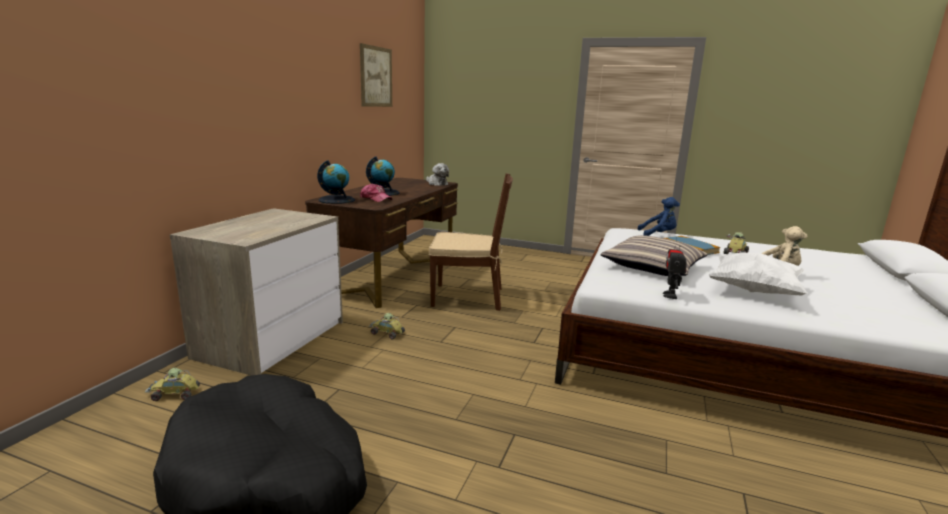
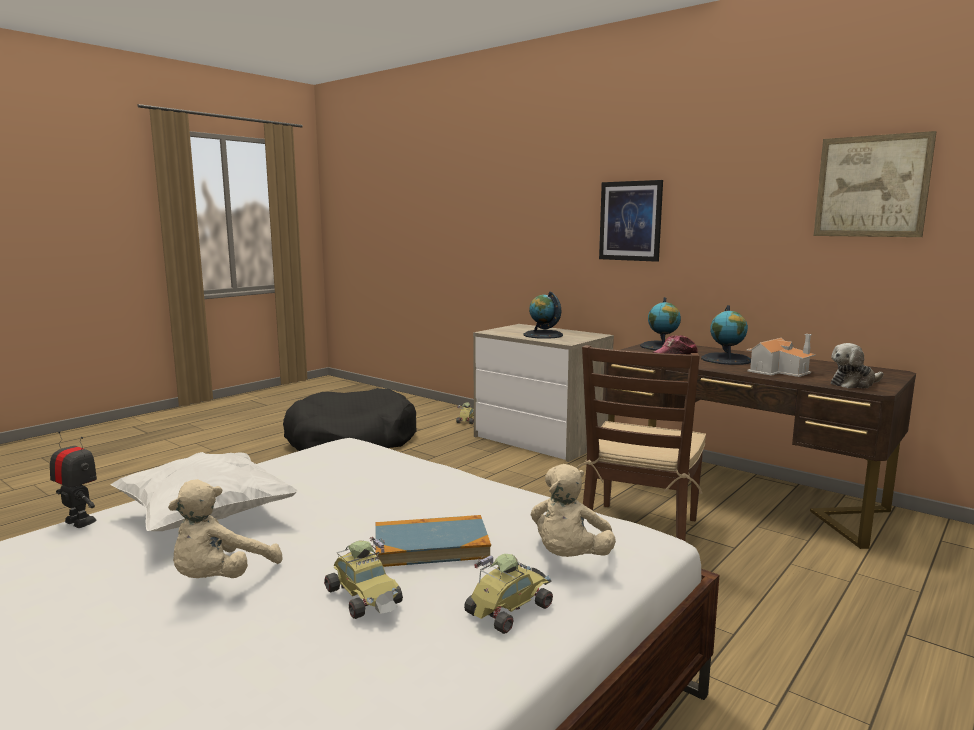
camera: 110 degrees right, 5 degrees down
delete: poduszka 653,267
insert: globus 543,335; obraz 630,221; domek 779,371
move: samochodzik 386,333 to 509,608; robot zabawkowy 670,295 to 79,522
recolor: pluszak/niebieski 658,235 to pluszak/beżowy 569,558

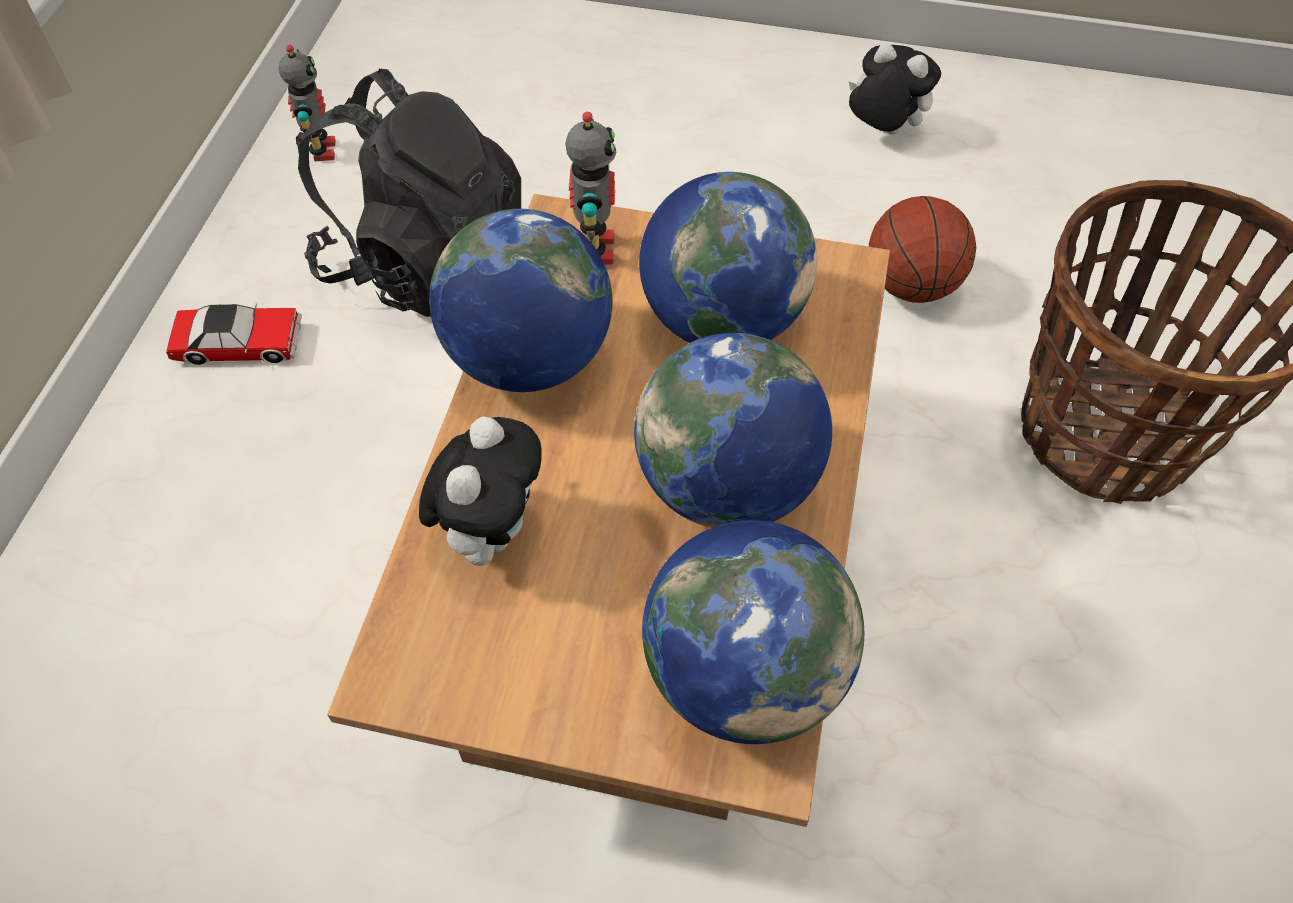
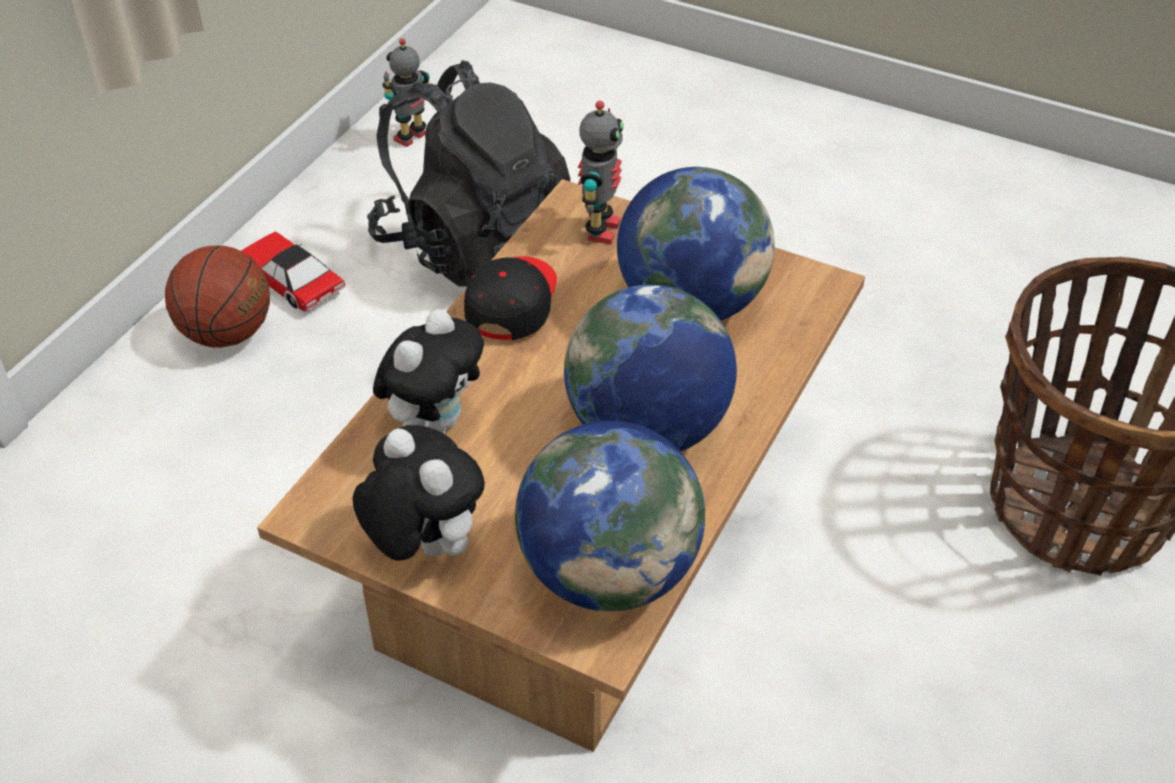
camera: 15 degrees right, 10 degrees down
move: pluszak 882,131 to 423,546; piłka do koszykówki 911,286 to 227,334
replace: globus 528,358 to czapka z daszkiem/czarny 512,303
rotate: samochodzik 240,343 = 292,280 150 degrees counterclockwise; robot zabawkowy 321,150 = 412,138 150 degrees counterclockwise

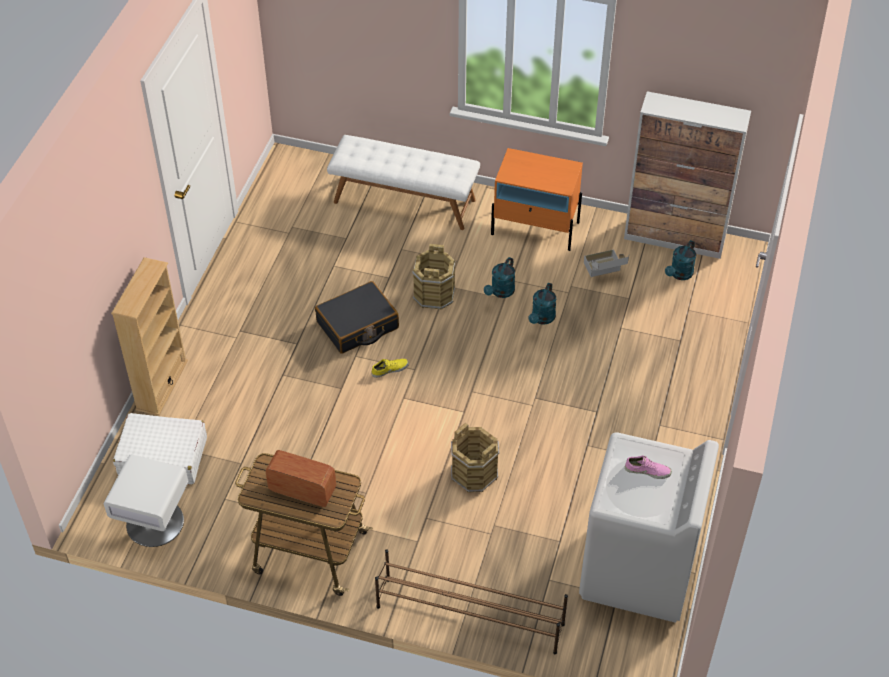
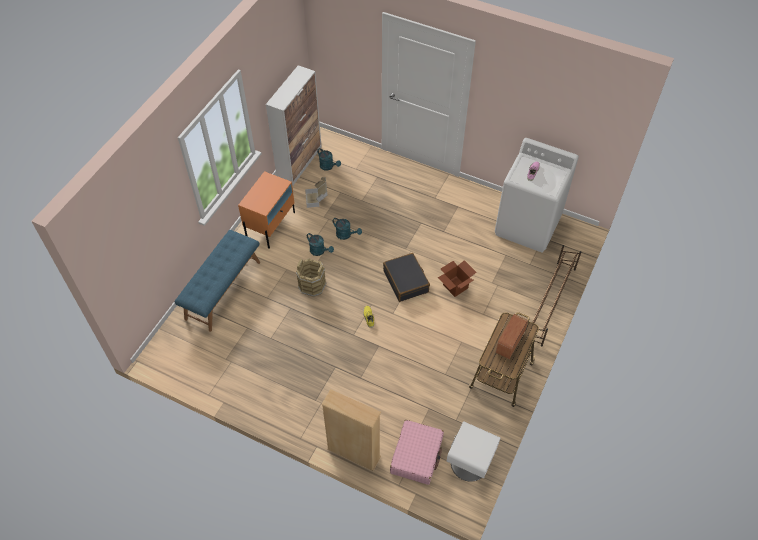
camera: 80 degrees left, 5 degrees up
move: walizka/czarny 357,325 to 406,281
replace: wiadro/brązowy 474,474 to karton 455,286
recolor: walizka/biały 163,457 to walizka/różowy 417,455; ławka/biały 405,200 to ławka/niebieski 222,290

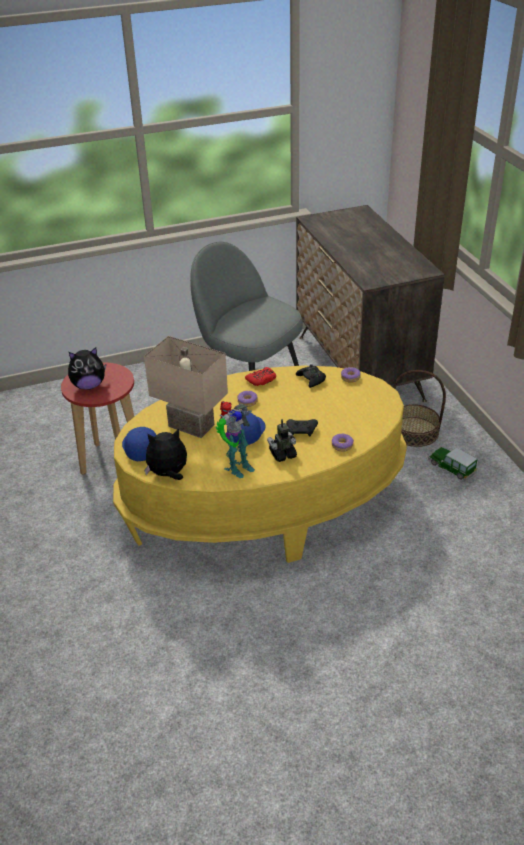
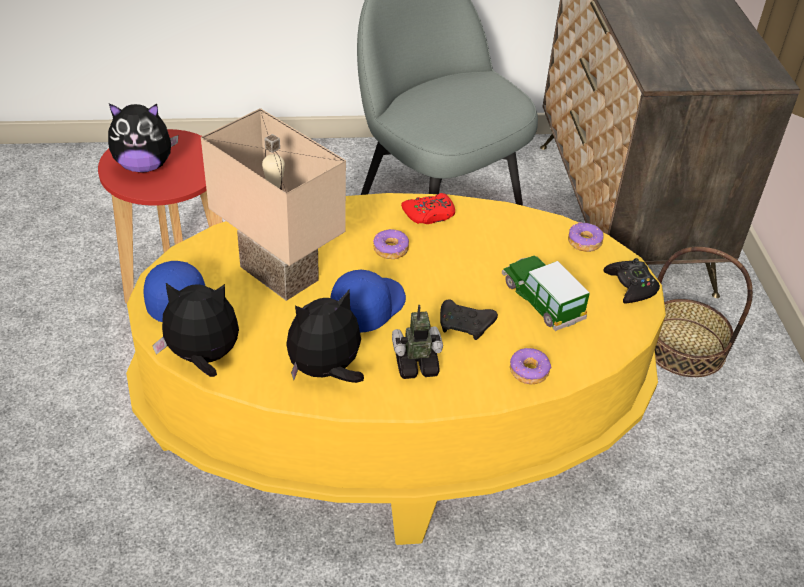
camera: 10 degrees right, 5 degrees up
move: pad do gier/czarny 311,379 to 631,286; samochodzik 451,467 to 541,300
replace: robot zabawkowy 236,467 to pluszak 326,371

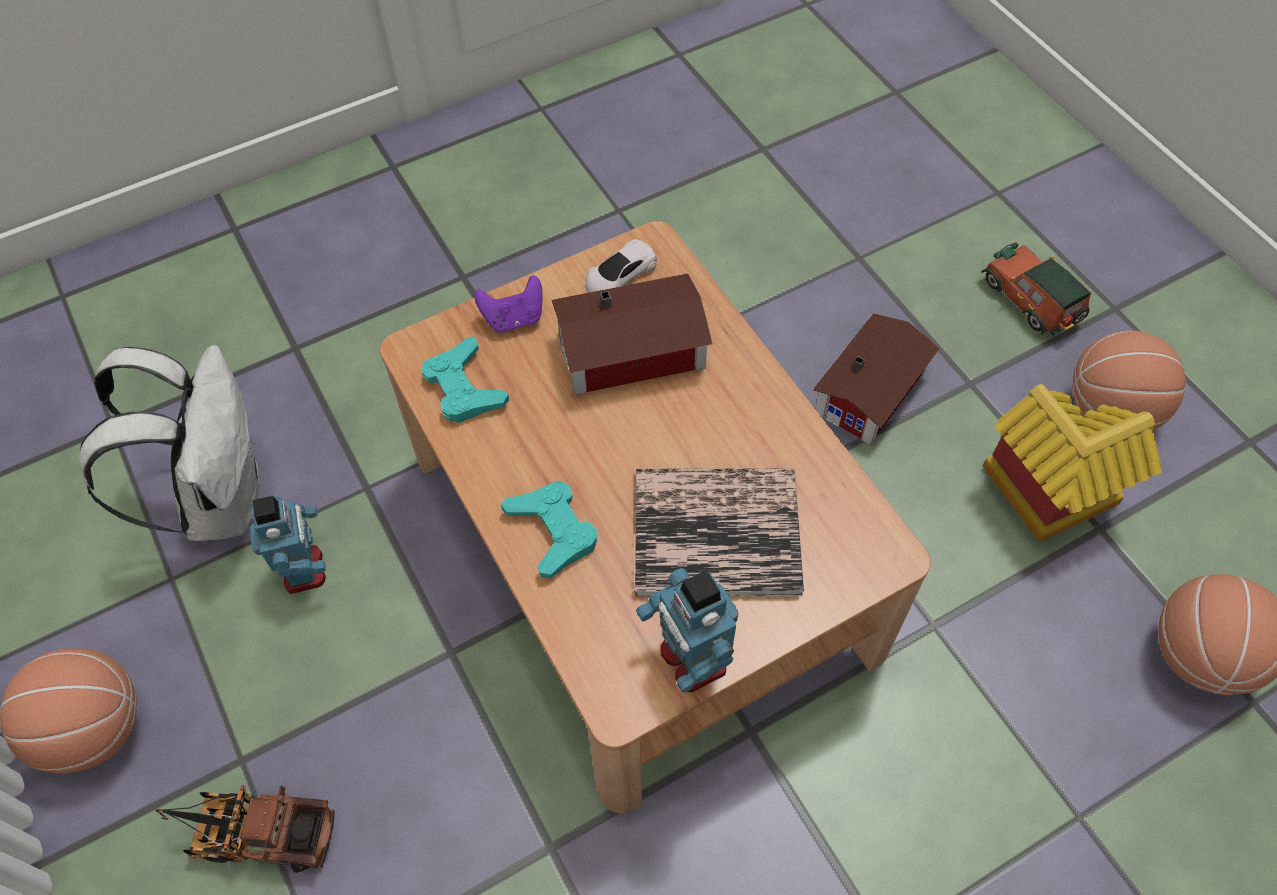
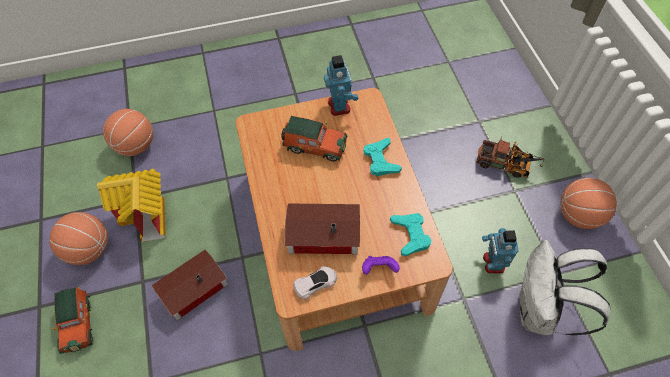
camera: 165 degrees left, 0 degrees up
replace: książka 716,532 to samochodzik 314,145

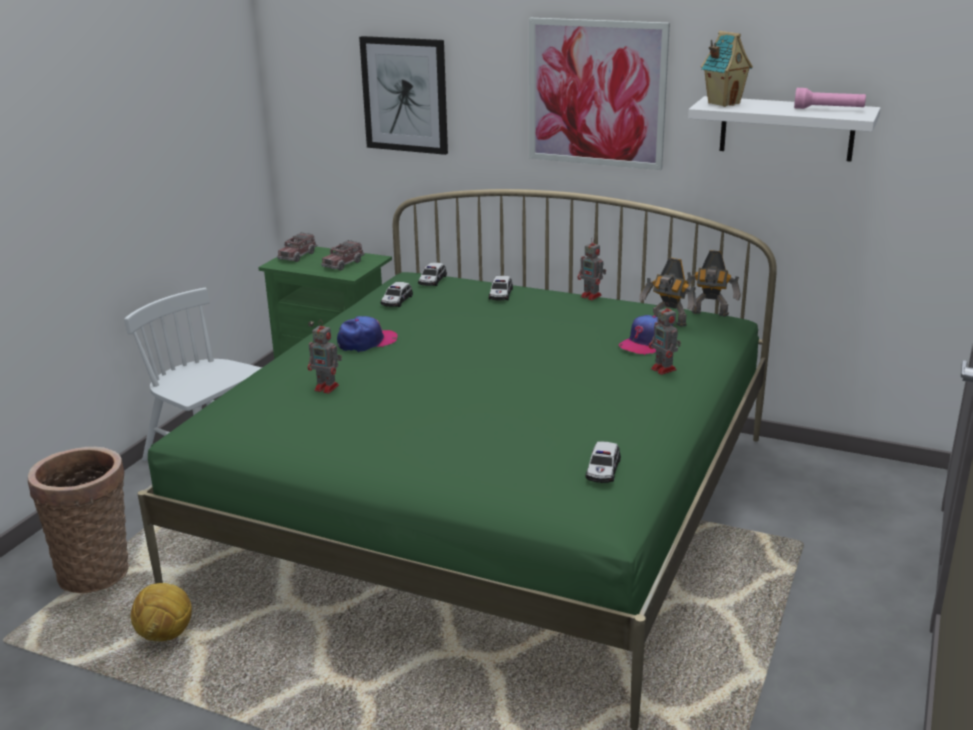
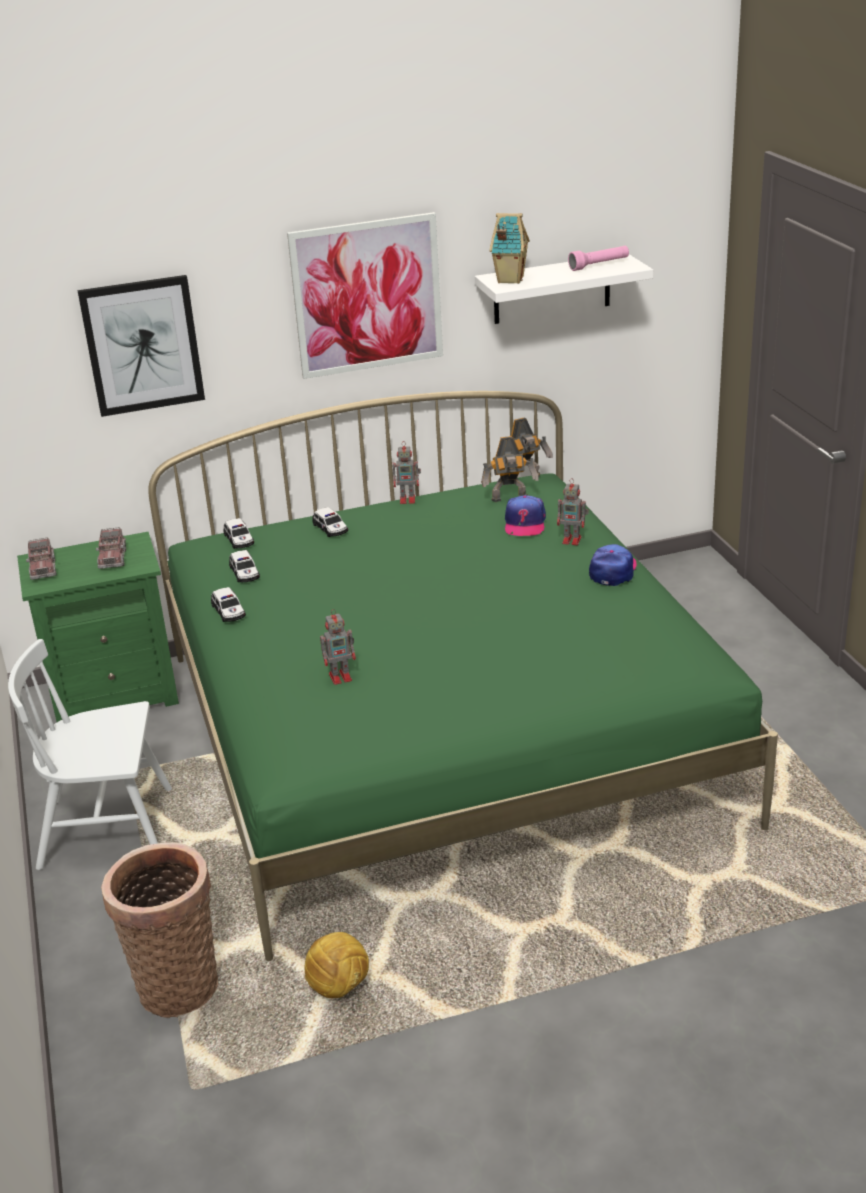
camera: 40 degrees left, 5 degrees up
move: czapka z daszkiem 366,342 to 613,571; samochodzik 603,470 to 229,611

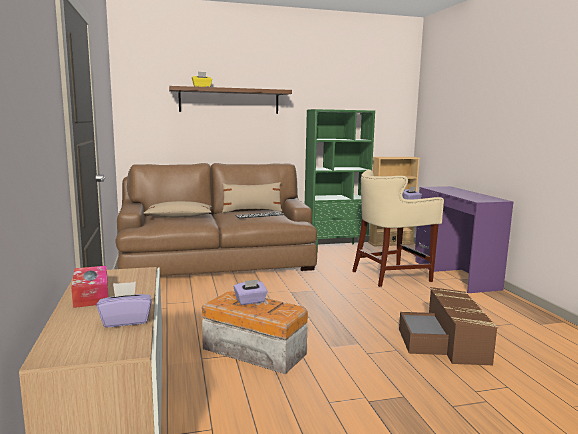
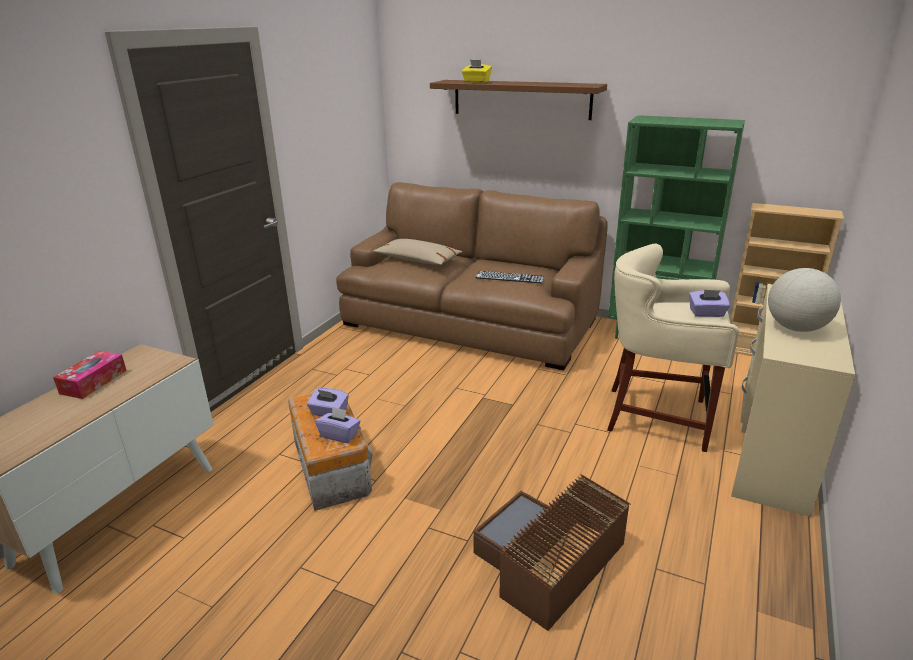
camera: 40 degrees right, 15 degrees up
delete: poduszka/beżowy 252,211
insert: globus 796,328
move: pudełko chusteczek/fioletowy 126,321 to 339,435
recolor: biurko/fioletowy 455,275 to biurko/beżowy 772,452

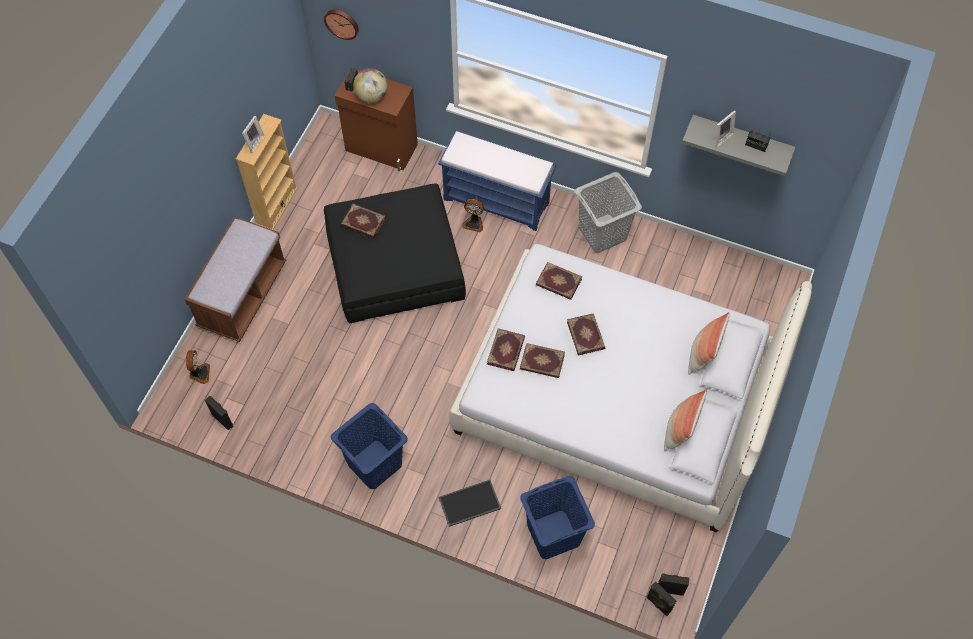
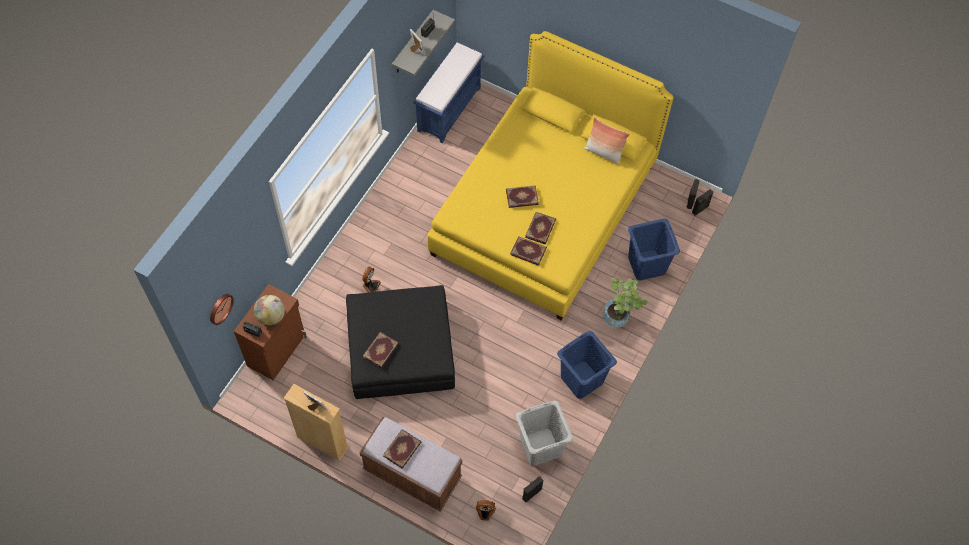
camera: 85 degrees left, 0 degrees up
delete: poduszka 702,354
move: ławka/niebieski 497,201 to 449,108; książka 558,282 to 402,449; kosz na pranie/szary 602,233 to 540,447
replace: taca 469,504 to roślina doniczkowa 619,317
recolor: łóżko/biały 617,398 to łóżko/żółty 544,209

